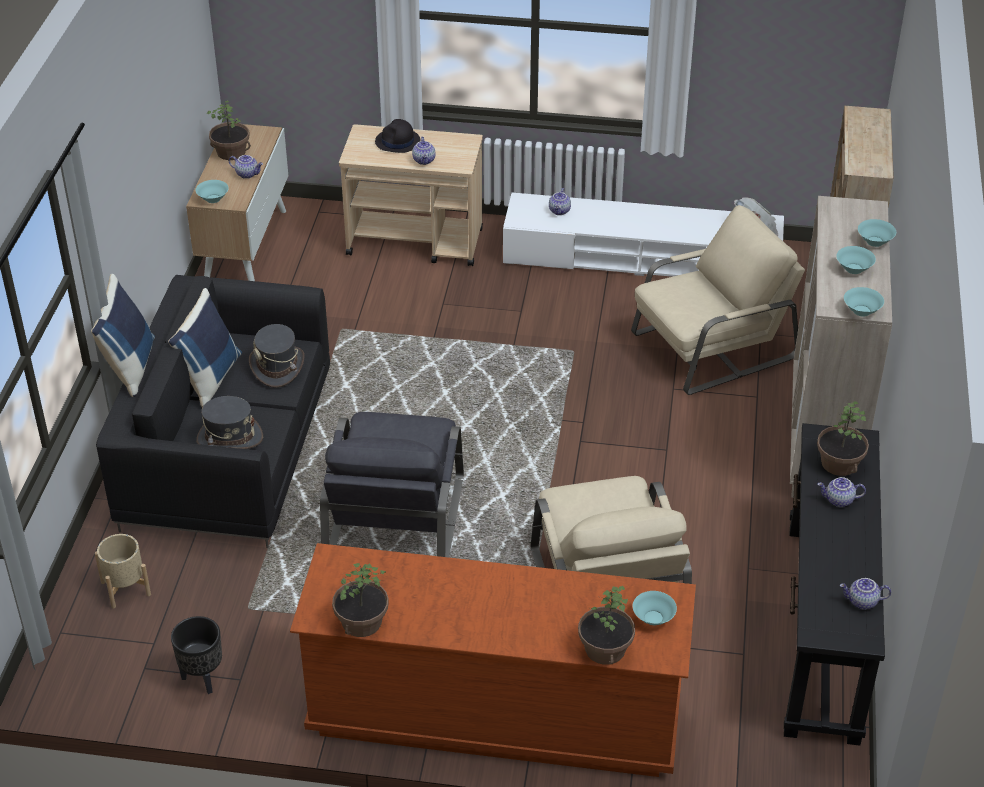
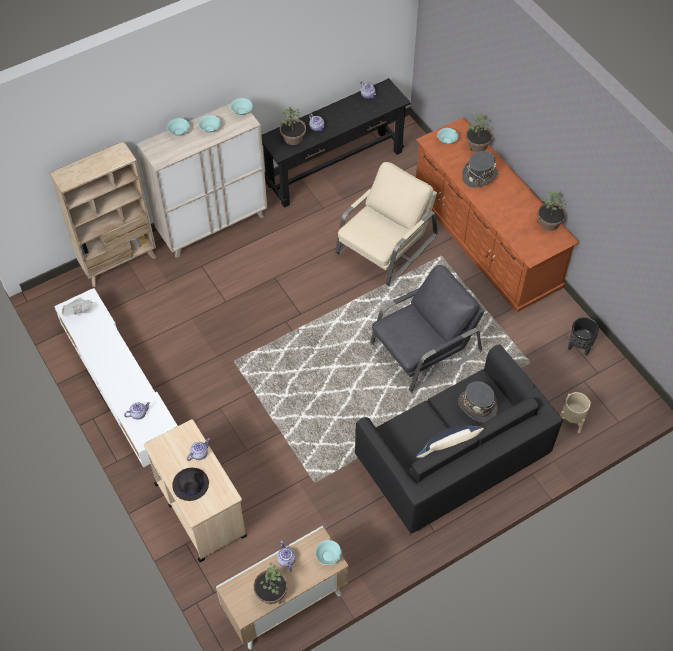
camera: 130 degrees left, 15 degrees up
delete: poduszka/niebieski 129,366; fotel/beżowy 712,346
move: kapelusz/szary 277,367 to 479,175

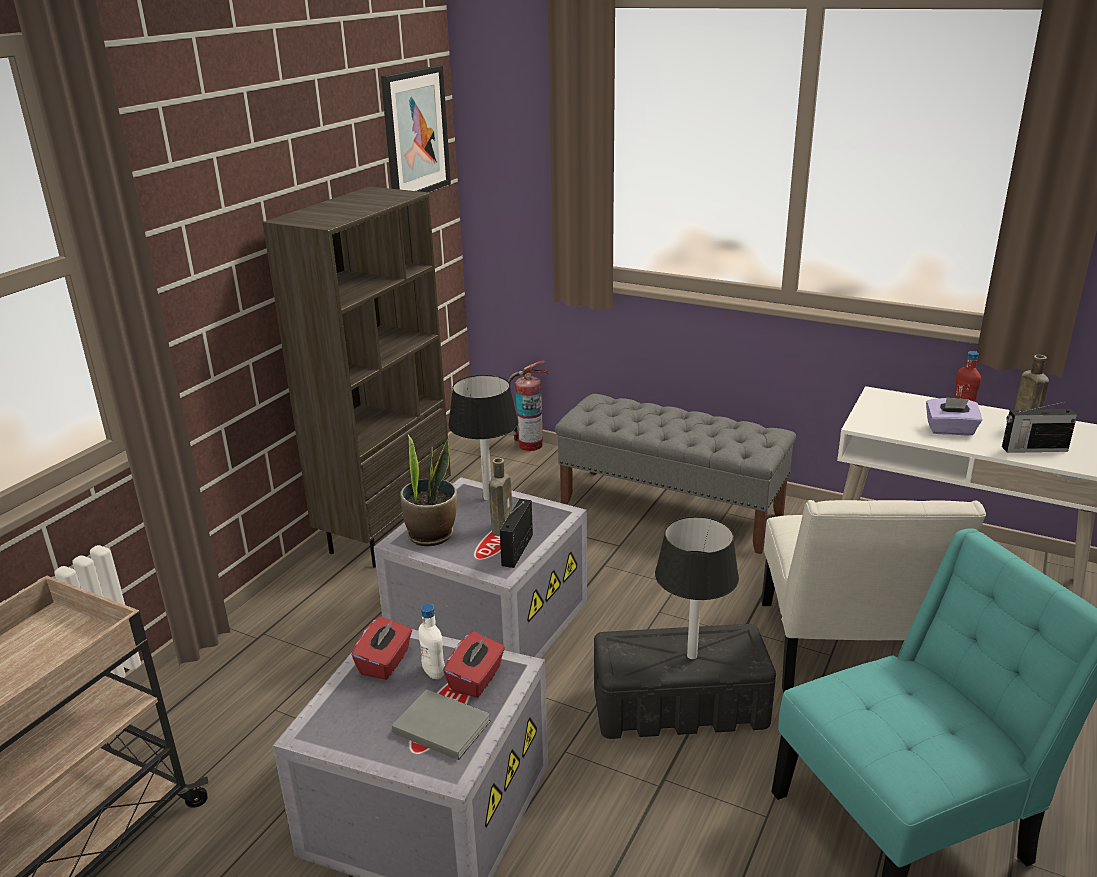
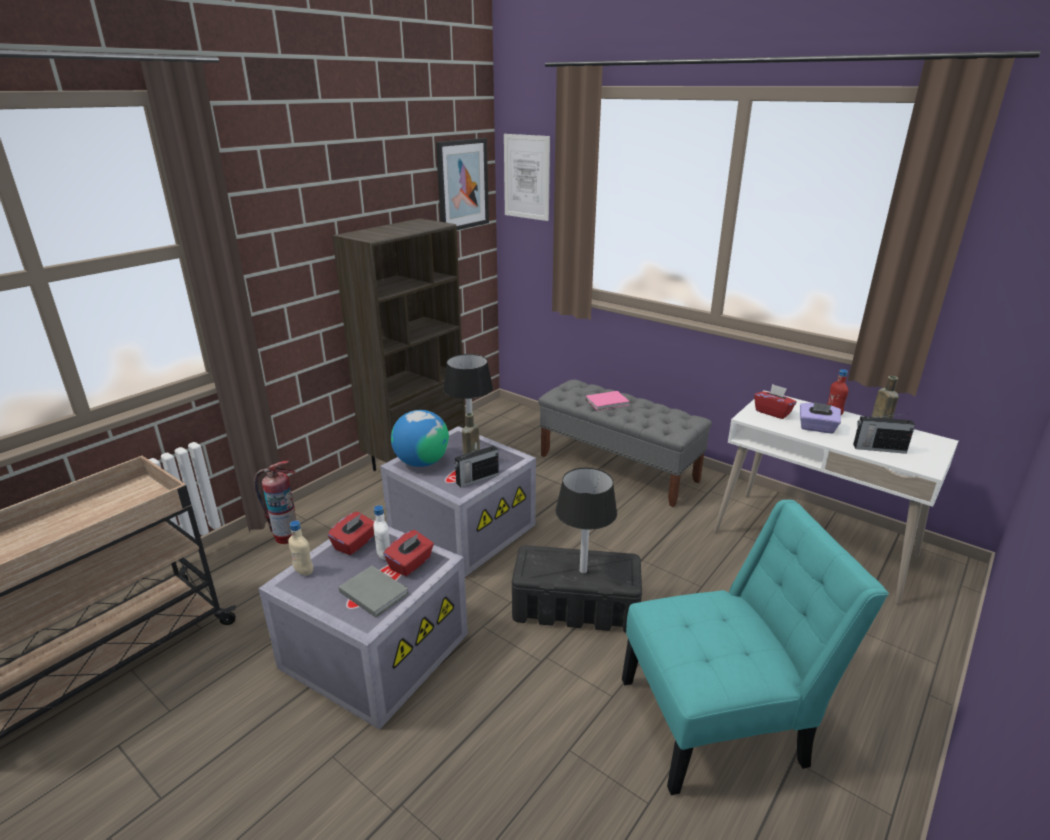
camera: 10 degrees right, 0 degrees up
delete: krzesło/biały 843,654
insert: butelka/beżowy 304,571; obraz 526,177; książka/różowy 608,402; pudełko chusteczek/czerwony 772,412
move: gaśnica 530,445 to 286,536
replace: roślina doniczkowa 431,535 to globus 422,462
rotate: radio 518,549 = 476,479 150 degrees counterclockwise

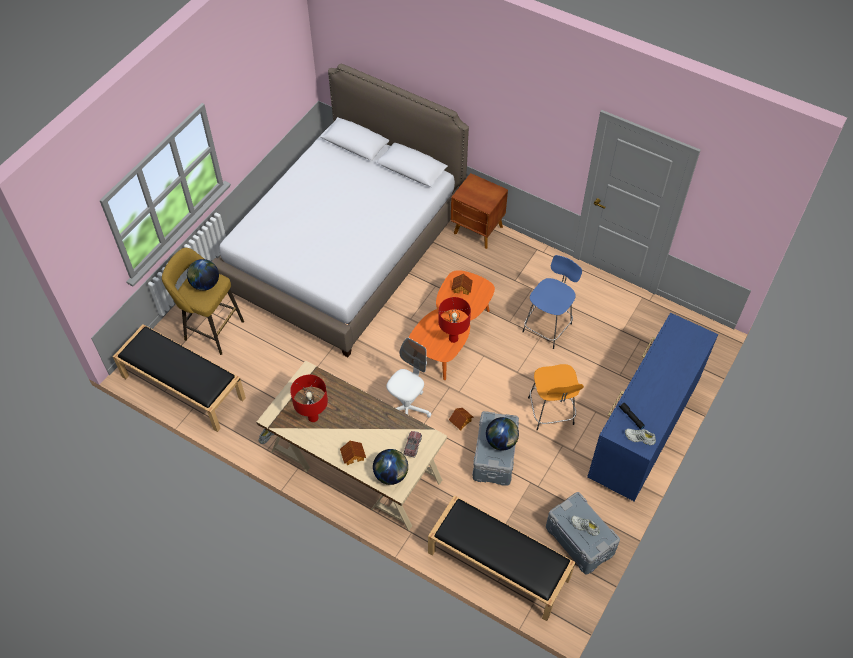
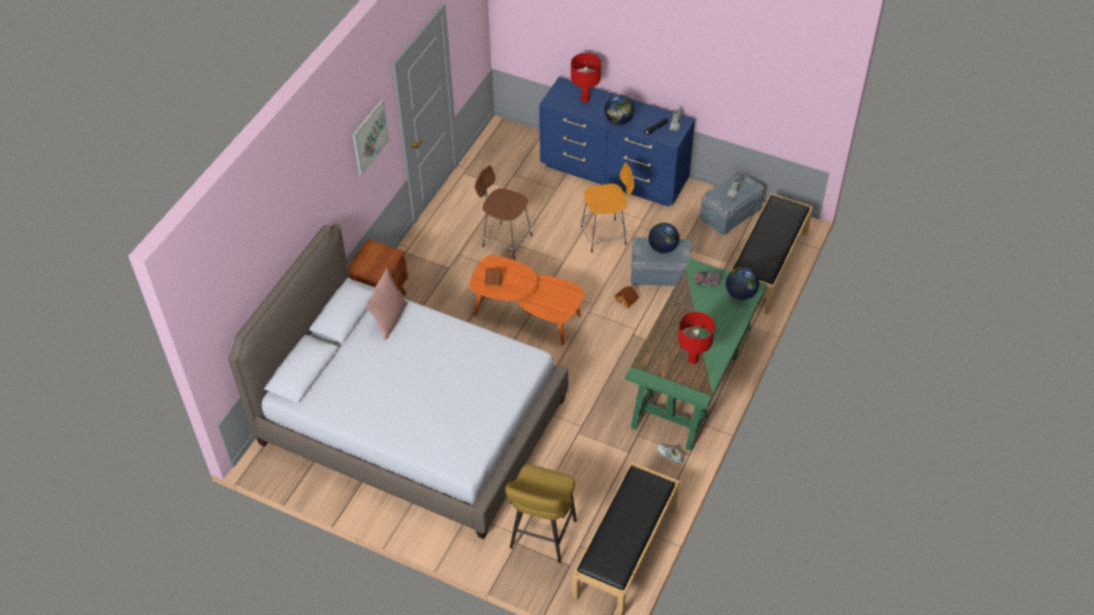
camera: 95 degrees left, 5 degrees down
delete: domek 353,455; krzesło biurowe/biały 407,409
insert: obraz 369,137; poduszka/różowy 389,320
move: globus 205,284 to 619,121; lampa stołowa/czerwony 453,338 to 585,99
recolor: biurko/beżowy 355,466 to biurko/zielony 693,377; stołek/niebieski 548,326 to stołek/brązowy 505,240

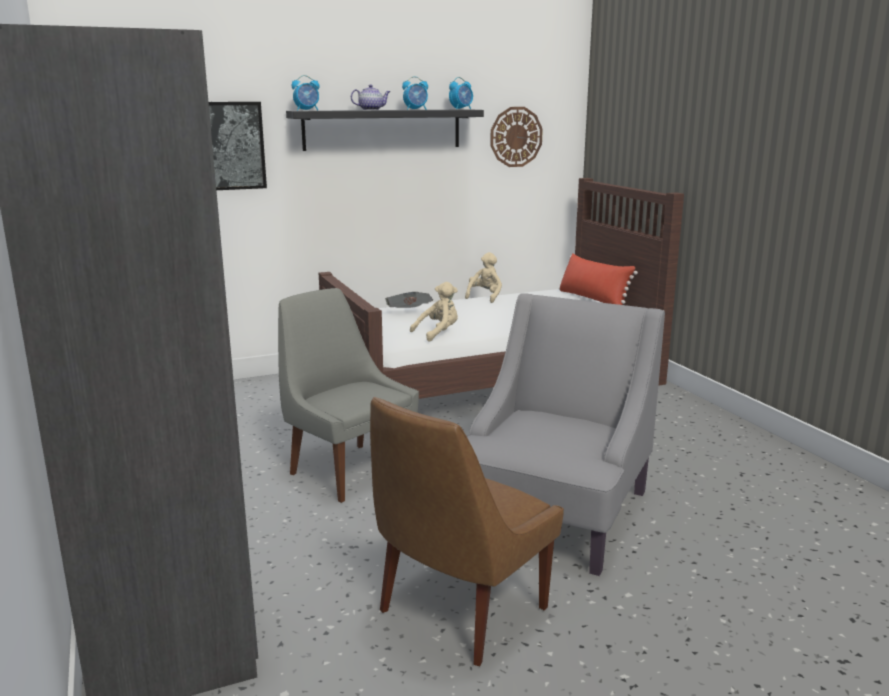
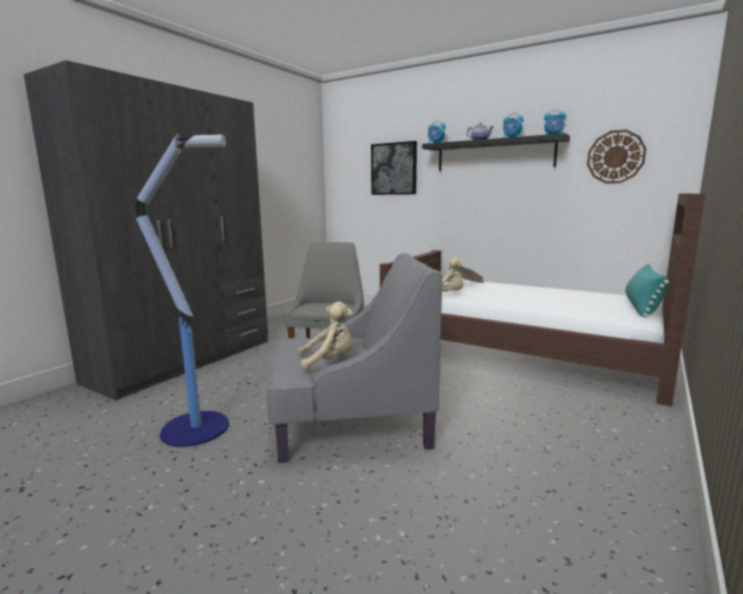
camera: 55 degrees right, 5 degrees down
move: pluszak/beżowy 485,297 to 329,361
replace: krzesło/brązowy 458,612 to lampa stojąca 198,428
recolor: poduszka/czerwony 593,299 to poduszka/turkusowy 641,307

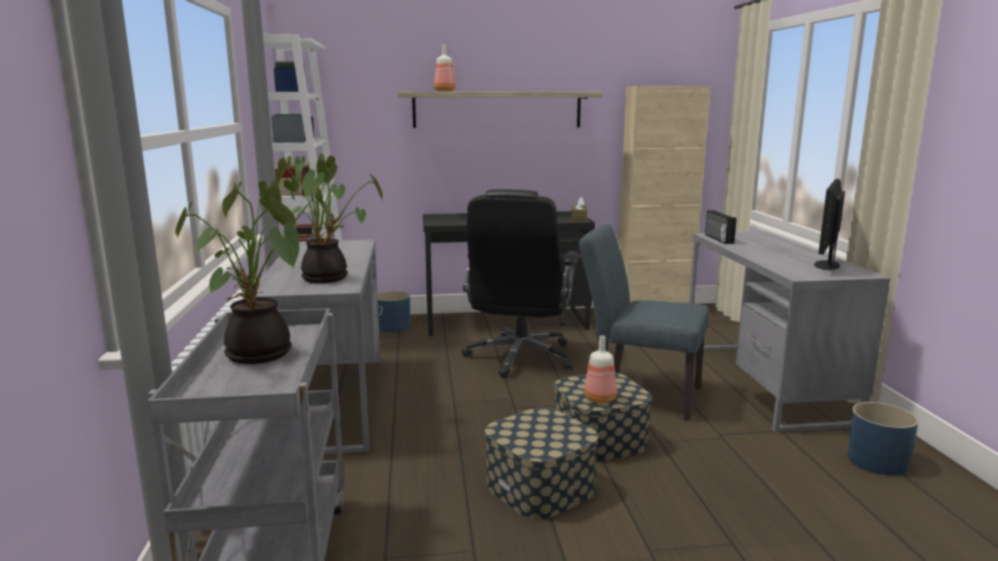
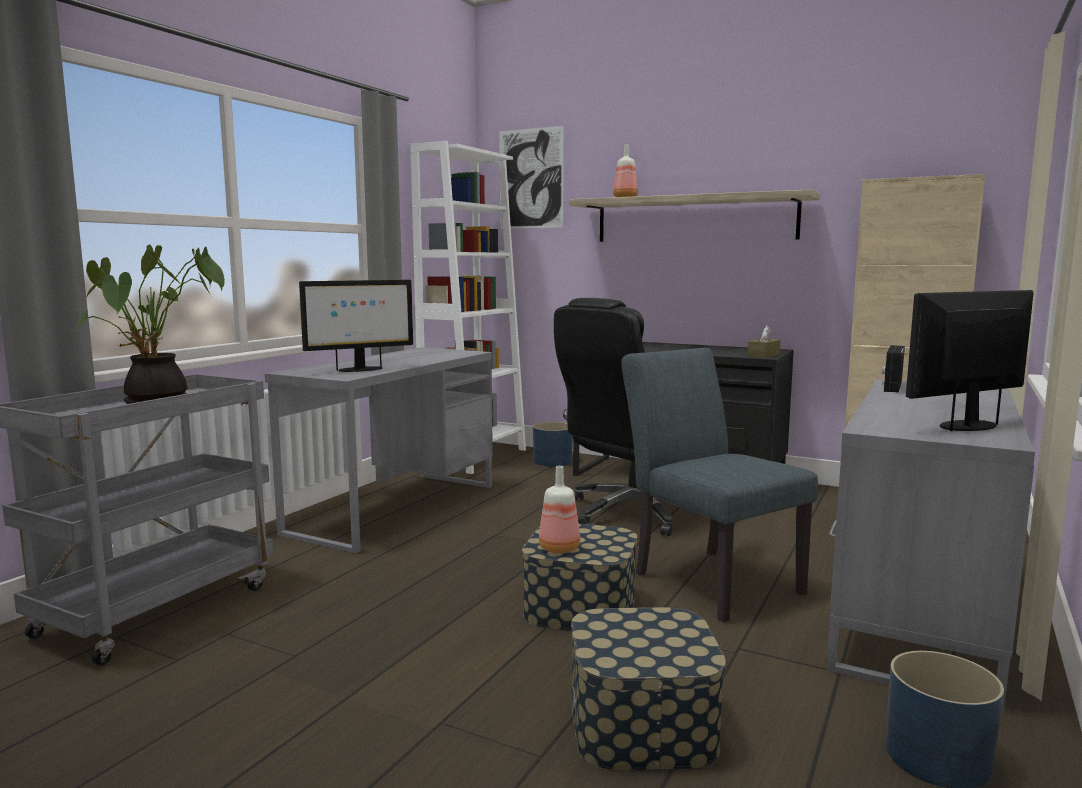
camera: 35 degrees right, 5 degrees down
insert: obraz 531,178
move: pojemnik do przechowywania 539,487 to 642,724
replace: roślina doniczkowa 329,277 to monitor 360,369

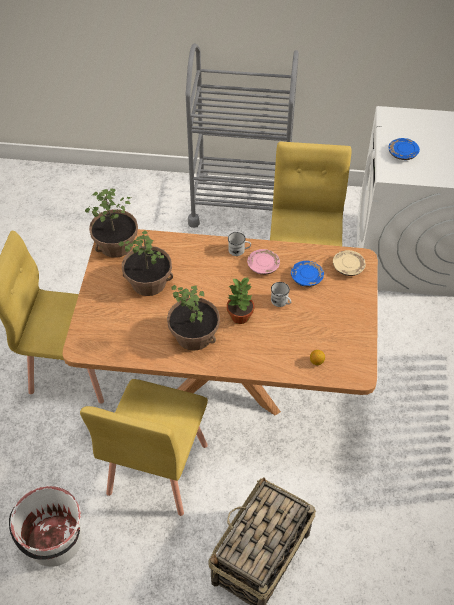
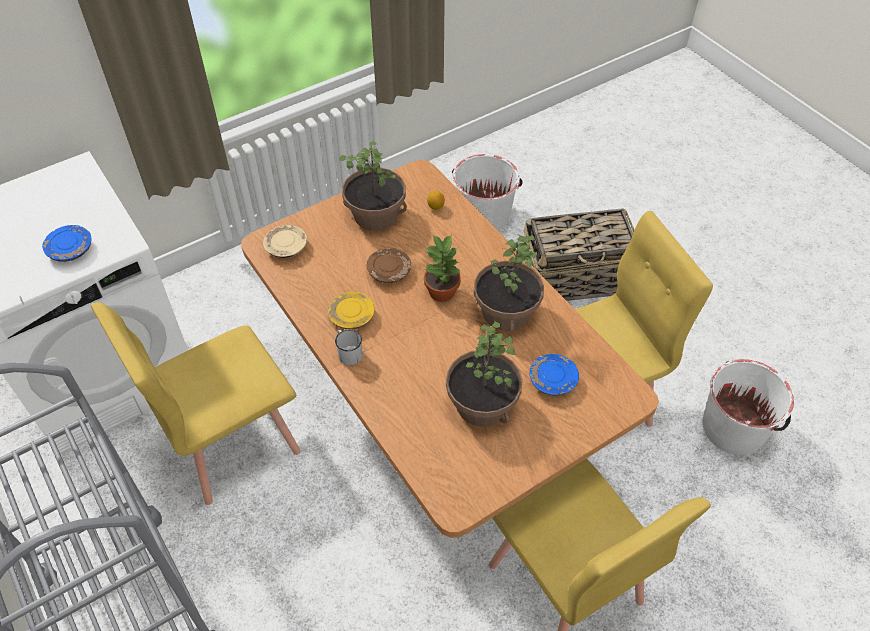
camera: 130 degrees left, 0 degrees up
insert: wiadro/biały 483,215
move: roślina doniczkowa 116,245 to 376,214; talerz/niebieski 306,277 to 552,380
replace: kubek/biały 281,302 to talerz/brązowy 389,271
recolor: talerz/różowy 263,266 to talerz/żółty 352,316

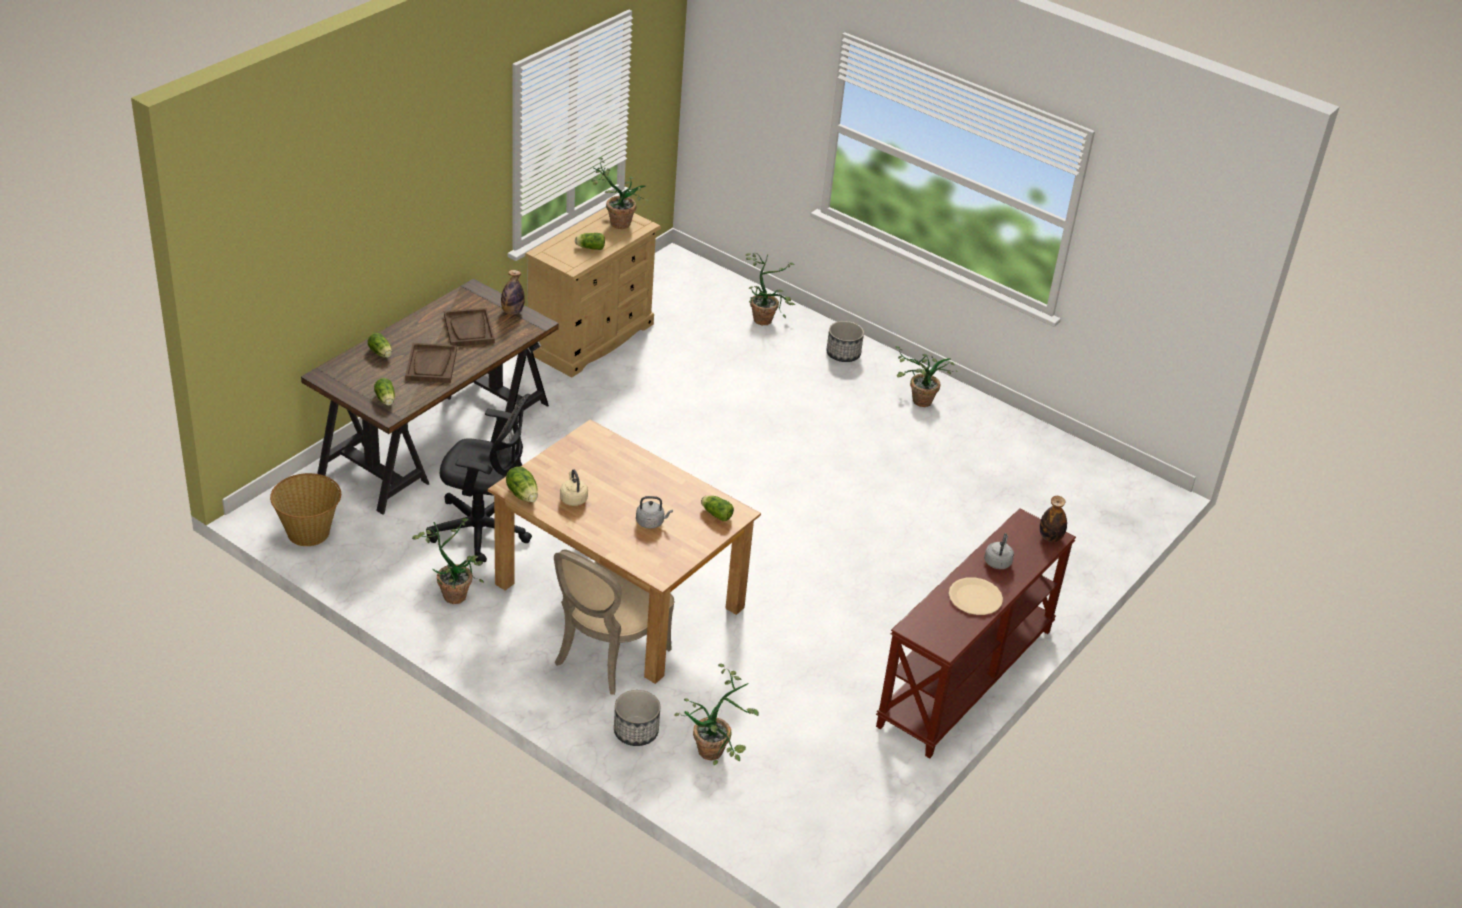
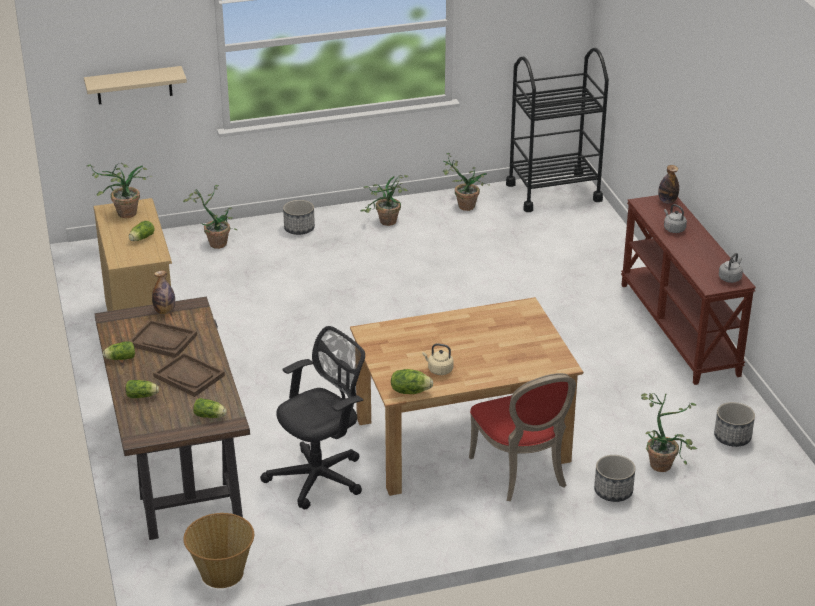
camera: 50 degrees left, 5 degrees down
delete: talerz/beżowy 975,598
insert: półka/beżowy 134,85; wózek/czarny 553,192; donica 732,437
move: roślina doniczkowa 454,591 to 462,205; czajnik/szary 651,522 to 730,278; sałata 715,514 to 119,358
recolor: krzesło/beżowy 606,657 to krzesło/czerwony 522,473

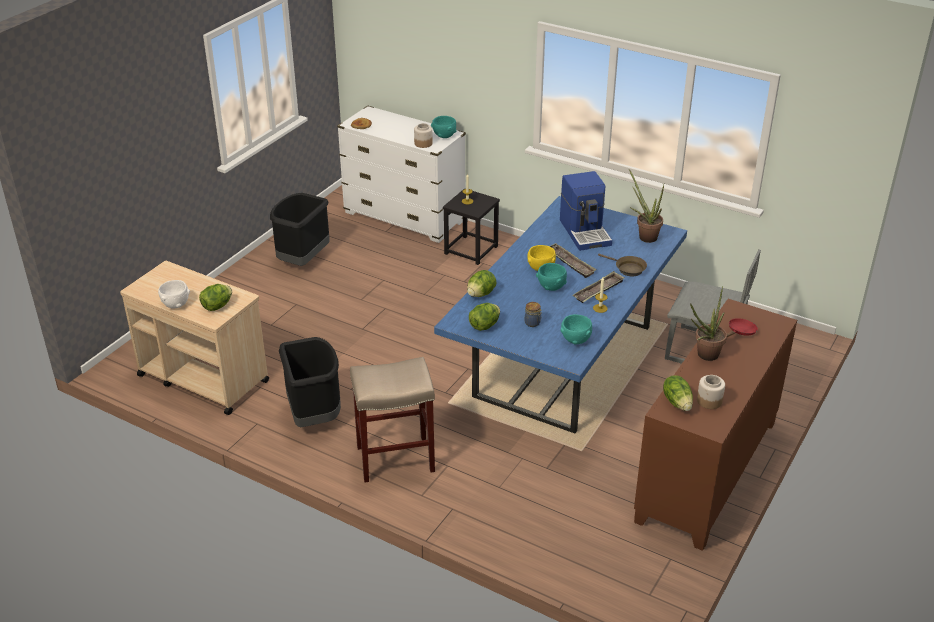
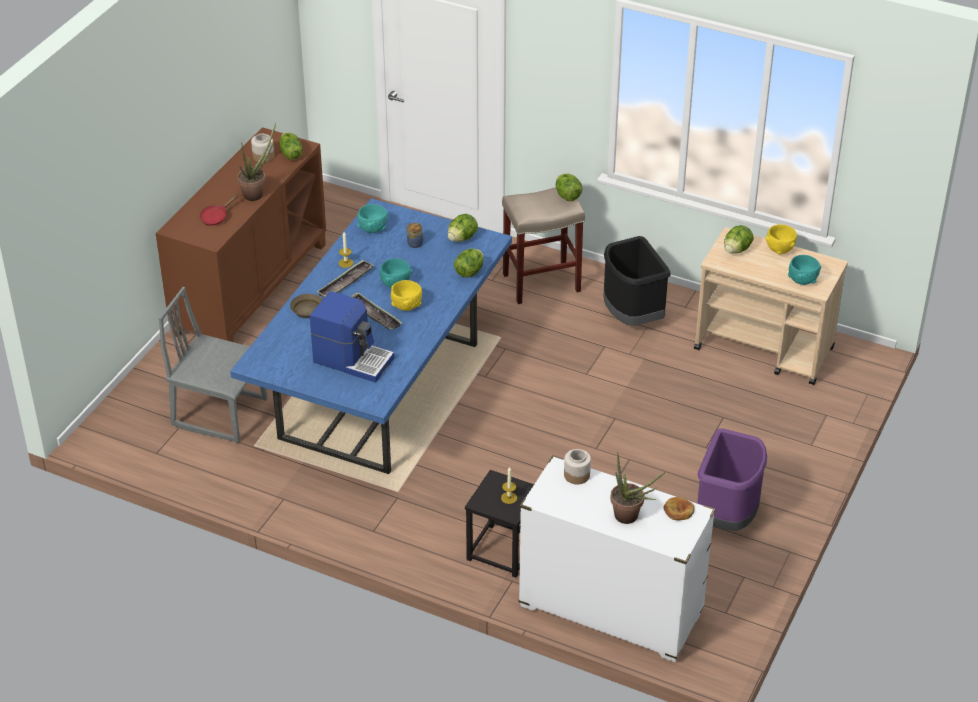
camera: 175 degrees right, 5 degrees up
insert: sałata 567,196
move: miska/turkusowy 444,136 to 802,280; roślina doniczkowa 644,236 to 630,518
recolor: miska/biały 176,304 to miska/żółty 779,249; kosz na śmieci/czarny 302,260 to kosz na śmieci/fioletowy 727,516
rotate: ekspres do kawy 585,232 = 353,359 135 degrees clockwise

